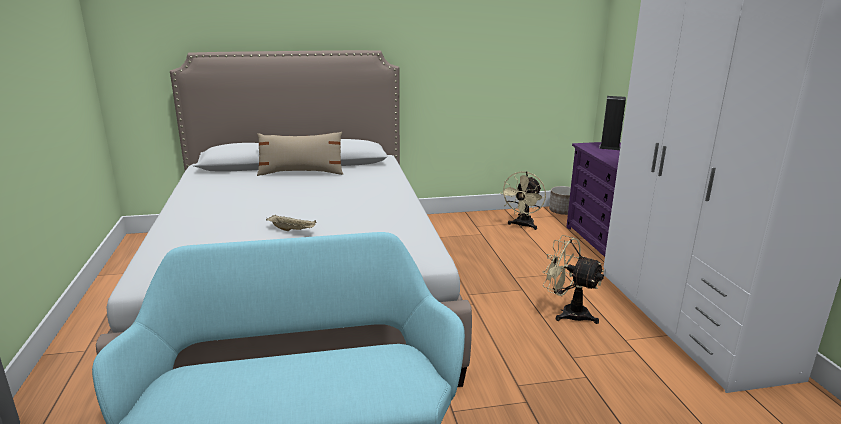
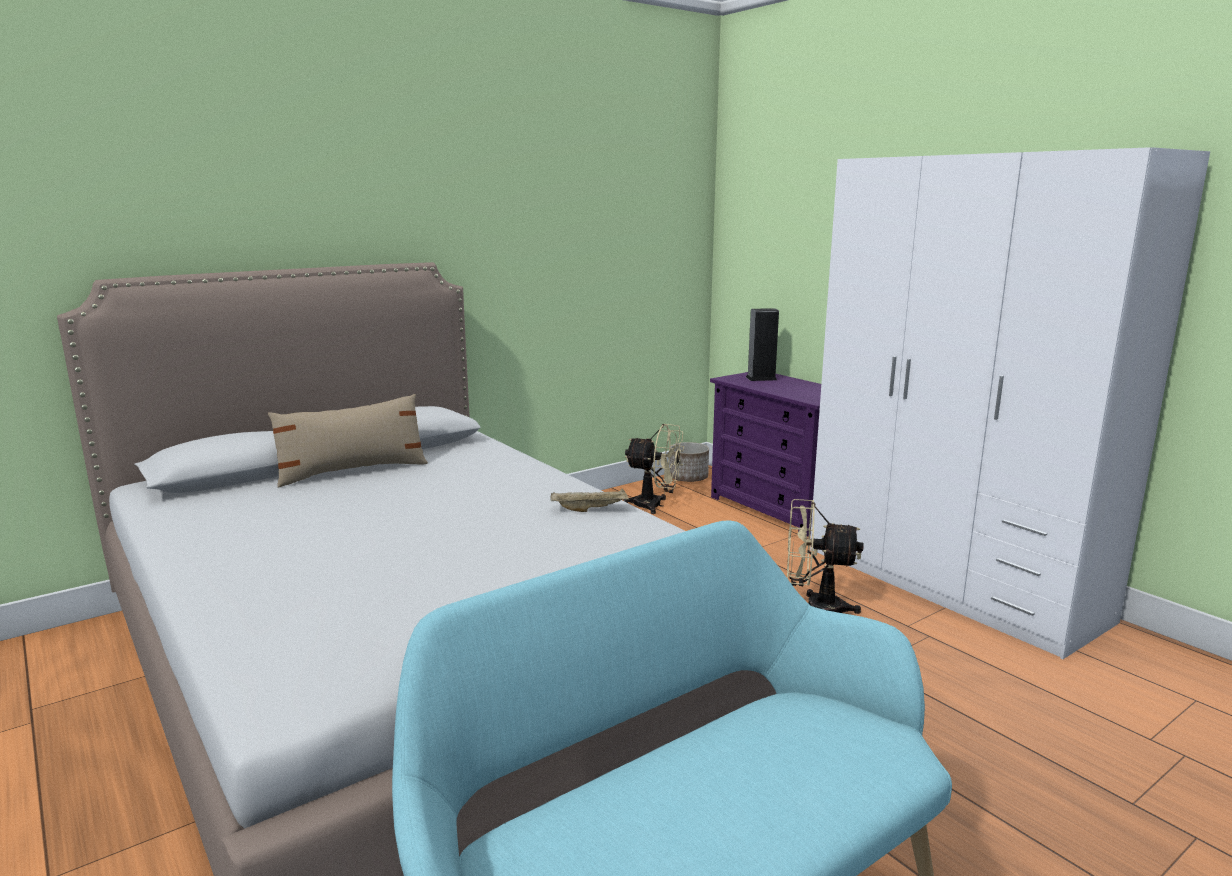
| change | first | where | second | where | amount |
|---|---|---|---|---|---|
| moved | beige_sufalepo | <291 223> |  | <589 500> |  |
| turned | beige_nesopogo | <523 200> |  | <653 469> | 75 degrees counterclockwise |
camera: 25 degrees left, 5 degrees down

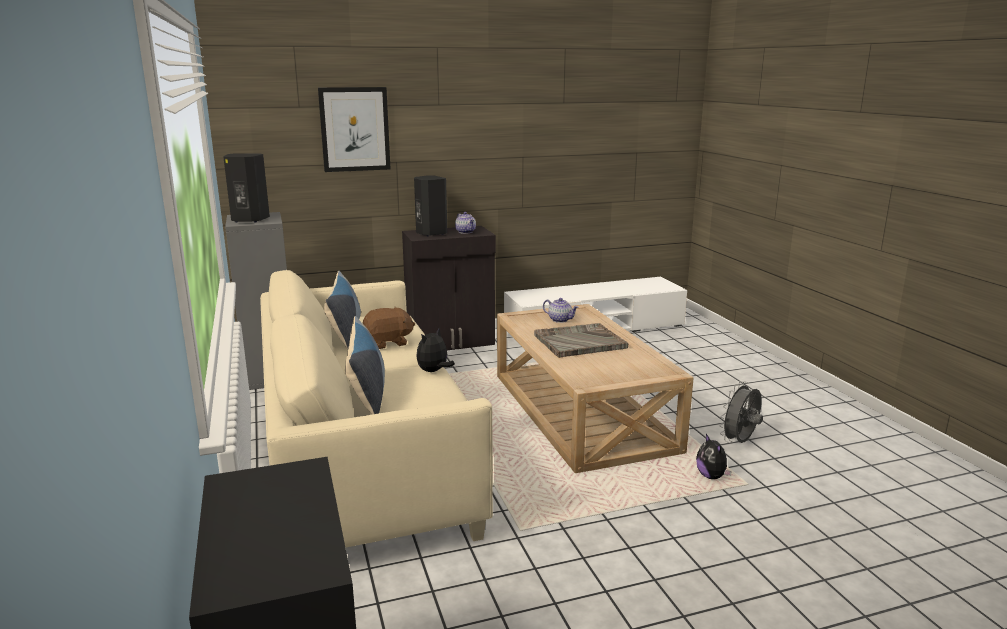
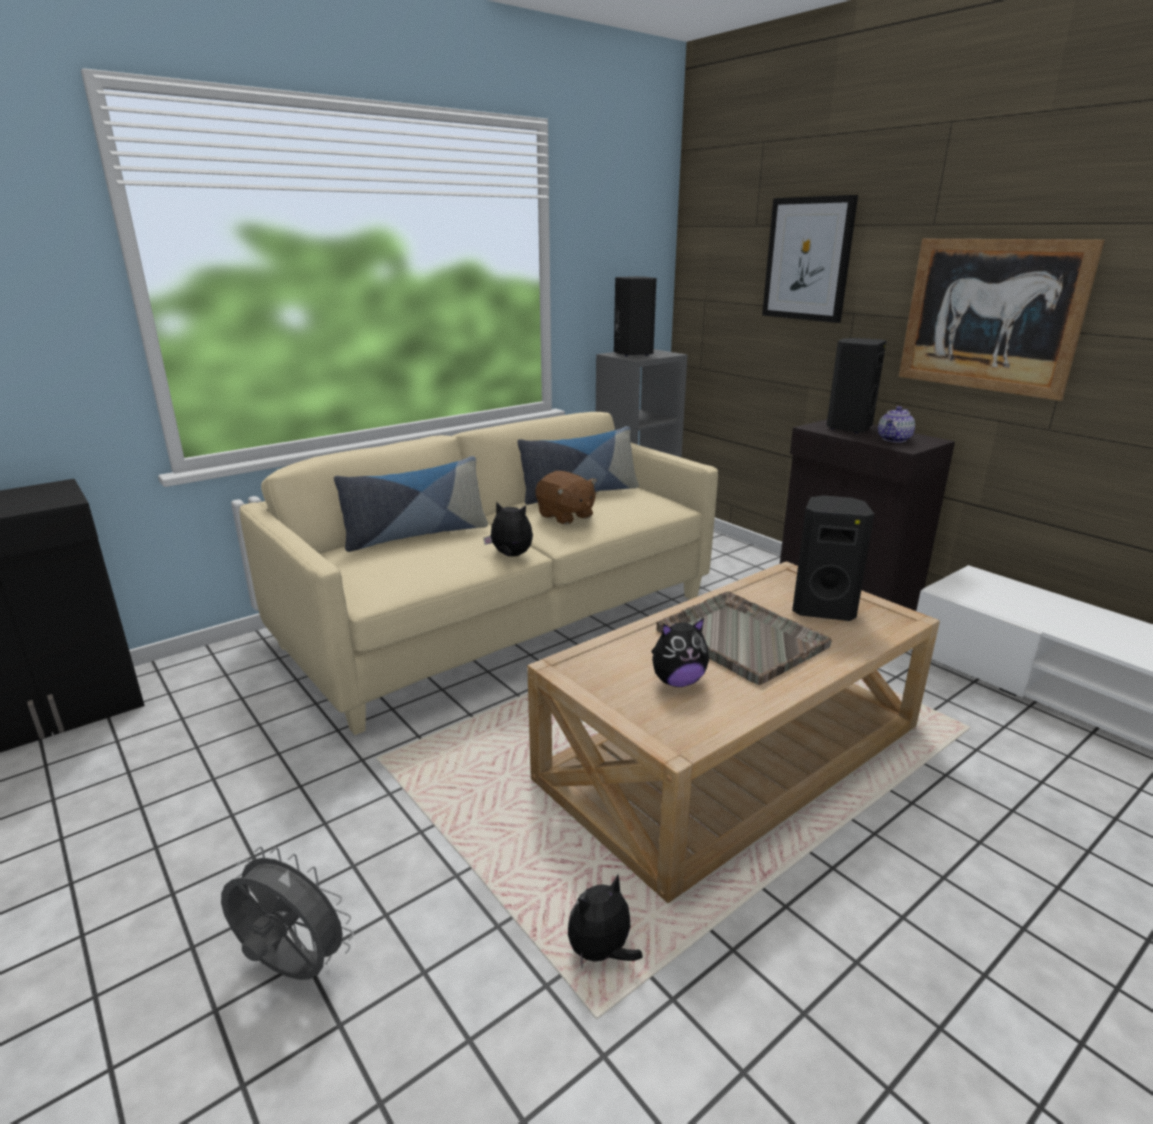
| change | first | where | second | where | amount |
|---|---|---|---|---|---|
| added |  |  | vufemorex | <680 652> |  |
| added |  |  | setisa | <1001 320> |  |
| moved | grey_nesopogo | <741 412> |  | <287 913> |  |
| replaced | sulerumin | <560 310> | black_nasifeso | <833 558> |  |
camera: 70 degrees right, 5 degrees up

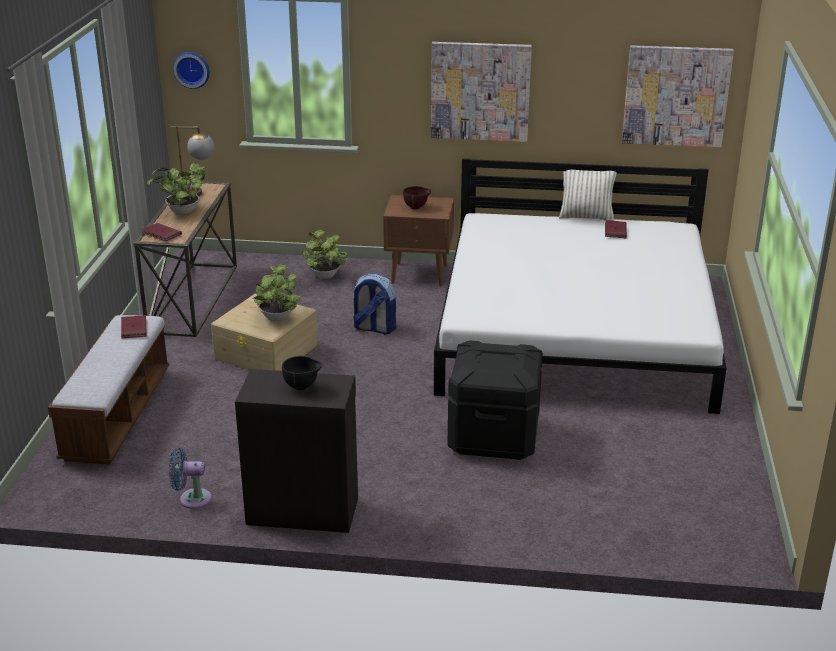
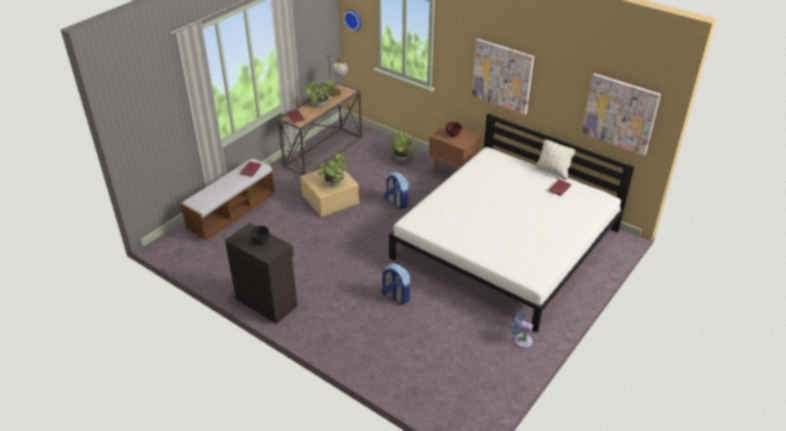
| change | first | where | second | where | amount |
|---|---|---|---|---|---|
| moved | blue_nesopogo | <190 478> |  | <522 330> |  |
| replaced | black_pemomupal | <495 400> | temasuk | <395 283> |  |
camera: 30 degrees right, 10 degrees up

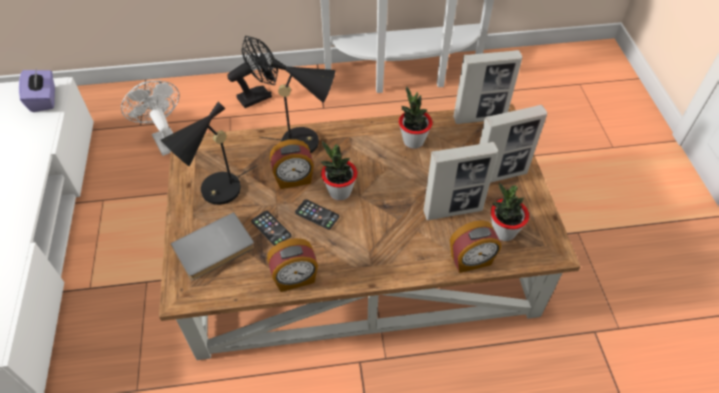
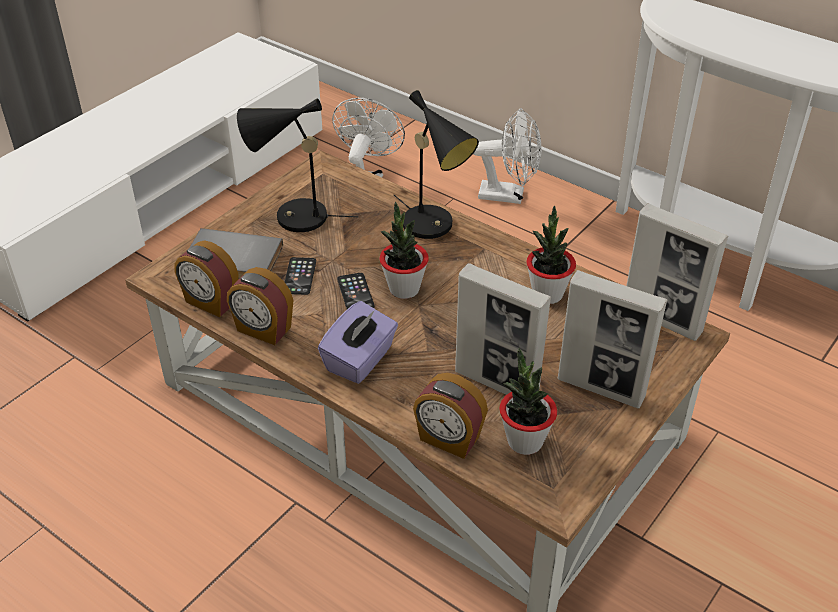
| change | first | where | second | where | amount |
|---|---|---|---|---|---|
| moved | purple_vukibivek | <37 89> |  | <358 342> |  |
| moved | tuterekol | <292 164> |  | <206 278> |  |
| recoloured | black_nesopogo | <252 72> | white_nesopogo | <507 156> |  |
camera: 45 degrees right, 10 degrees down

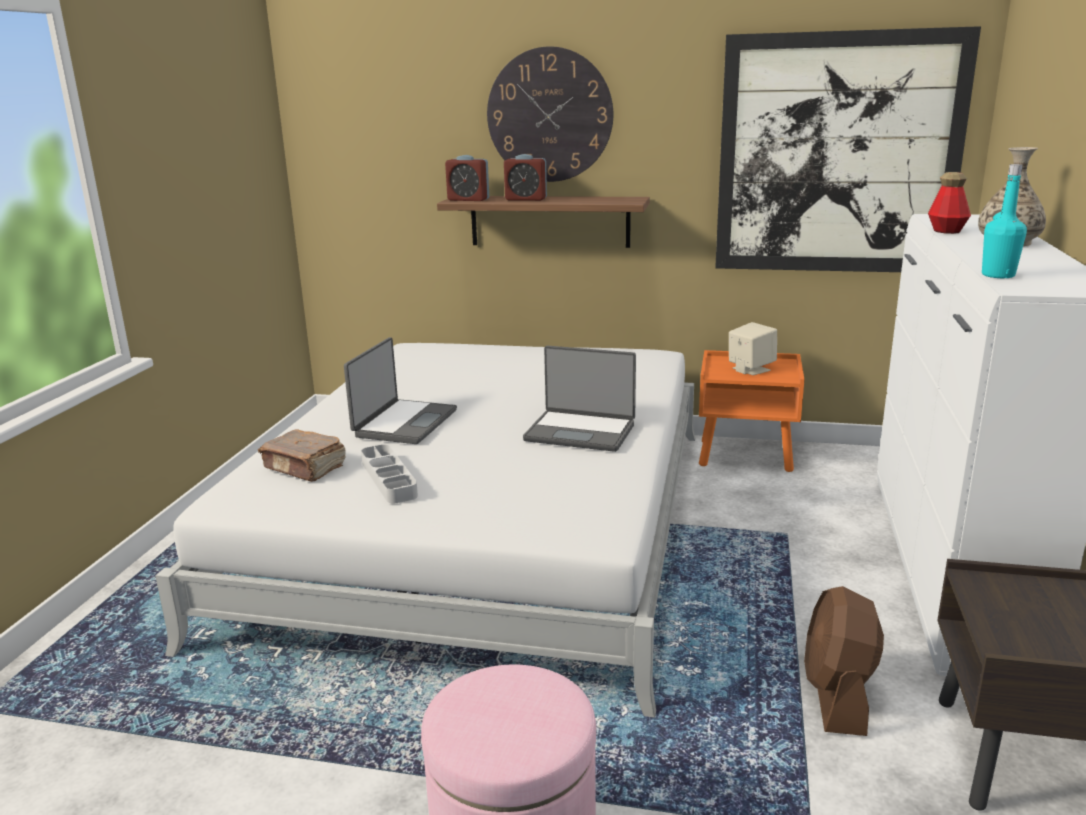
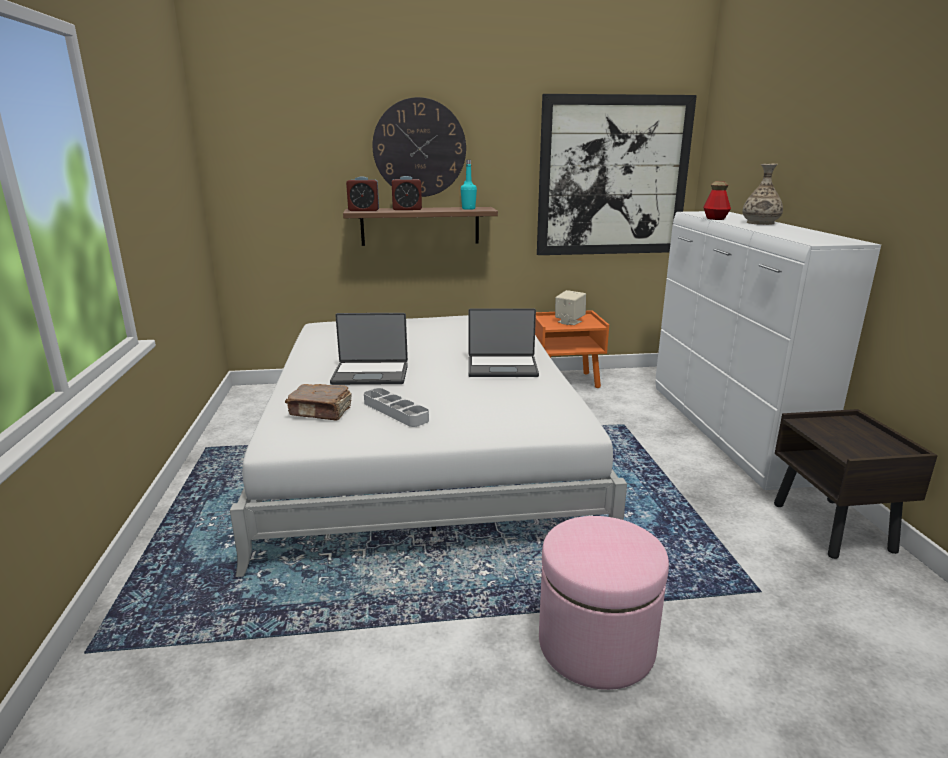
| change | first | where | second | where | amount |
|---|---|---|---|---|---|
| removed | brown_nesopogo | <844 661> |  |  |  |
| moved | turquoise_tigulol | <1004 221> |  | <469 185> |  |
| turned | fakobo | <400 390> |  | <369 349> | 90 degrees clockwise |
camera: 20 degrees left, 0 degrees up

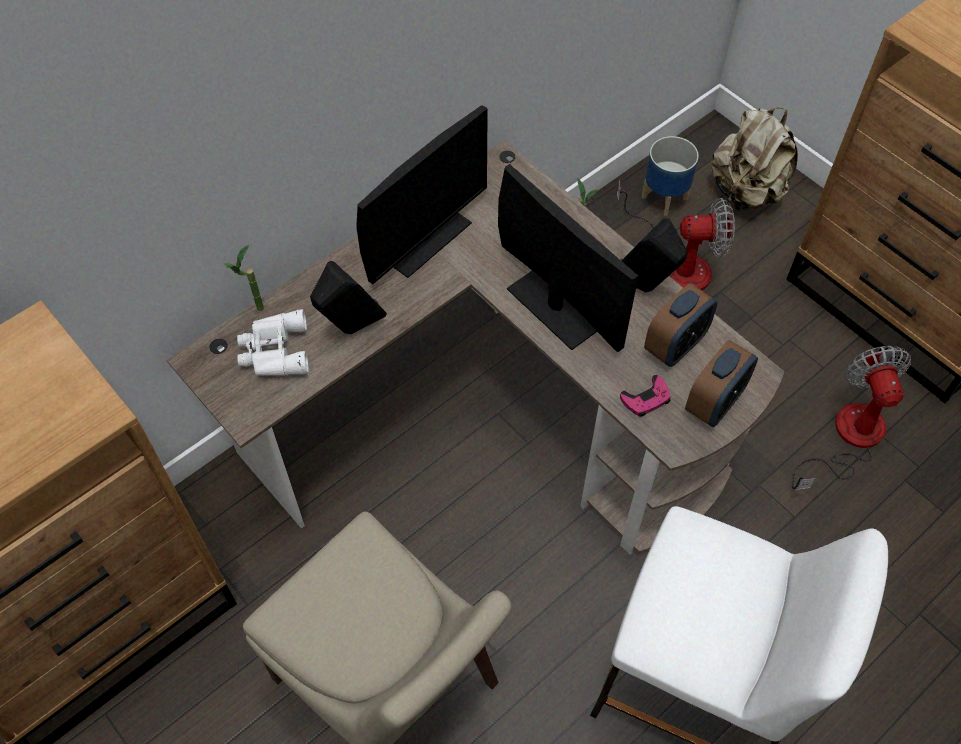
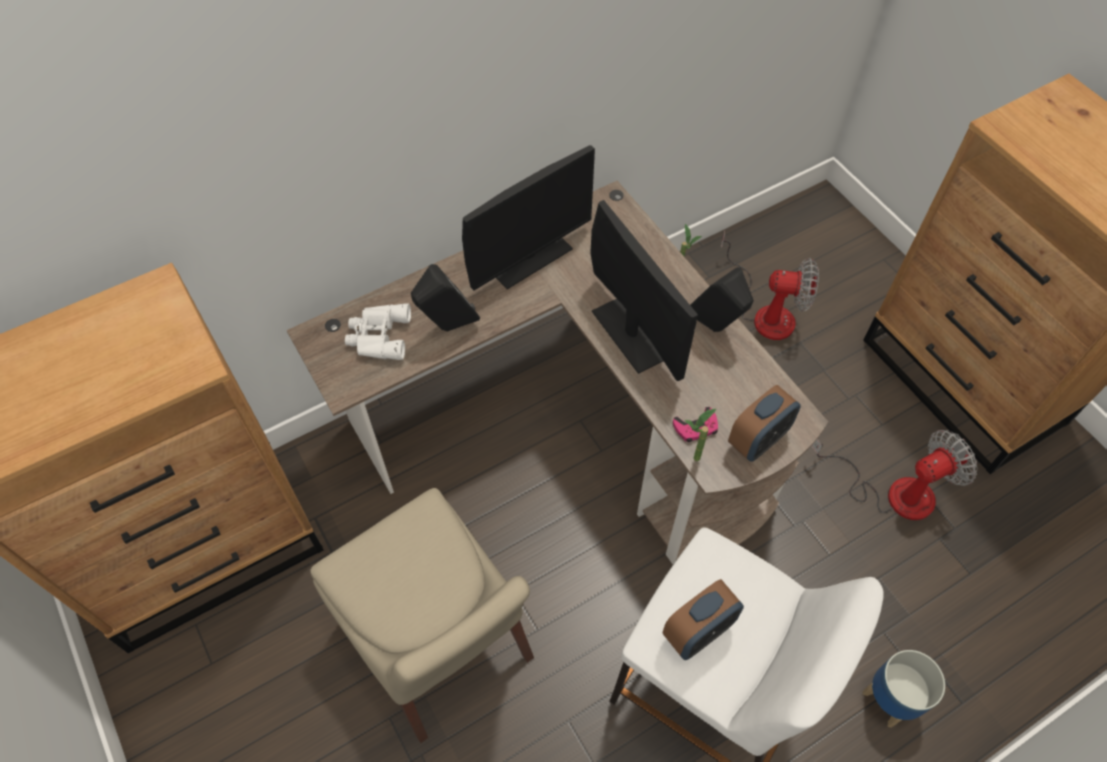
| change | first | where | second | where | amount |
|---|---|---|---|---|---|
| removed | beige_temasuk | <754 159> |  |  |  |
| moved | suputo | <244 278> |  | <700 435> |  |
| moved | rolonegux | <670 176> |  | <904 689> |  |
| moved | tuterekol | <680 325> |  | <703 619> |  |
| turned | nesopogo | <851 417> |  | <895 475> | 60 degrees clockwise |
camera: 10 degrees right, 0 degrees up

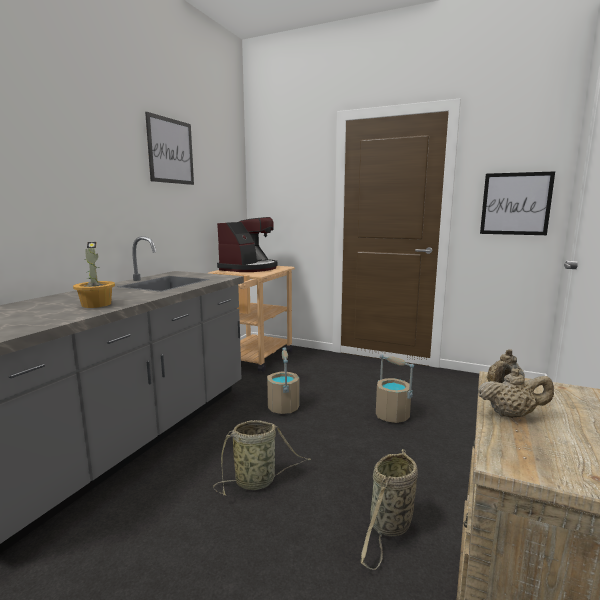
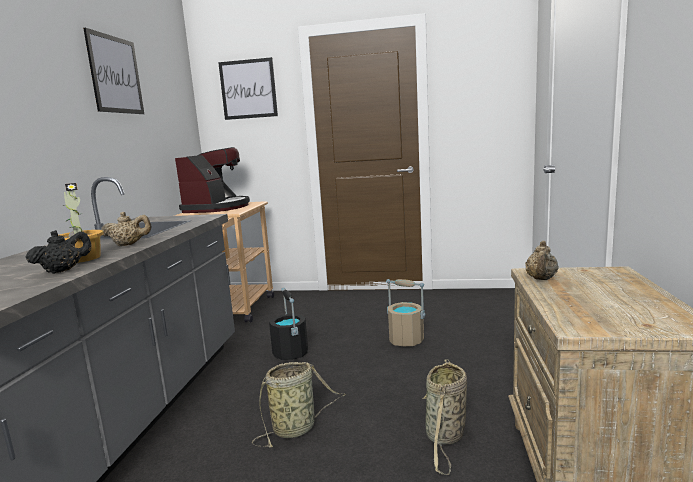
| change | first | where | second | where | amount |
|---|---|---|---|---|---|
| added |  |  | black_sulerumin | <59 252> |  |
| moved | beige_sulerumin | <516 393> |  | <125 229> |  |
| moved | setisa | <517 203> |  | <248 88> |  |
| recoloured | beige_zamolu | <283 380> | black_zamolu | <288 324> |  |
camera: 15 degrees left, 0 degrees up

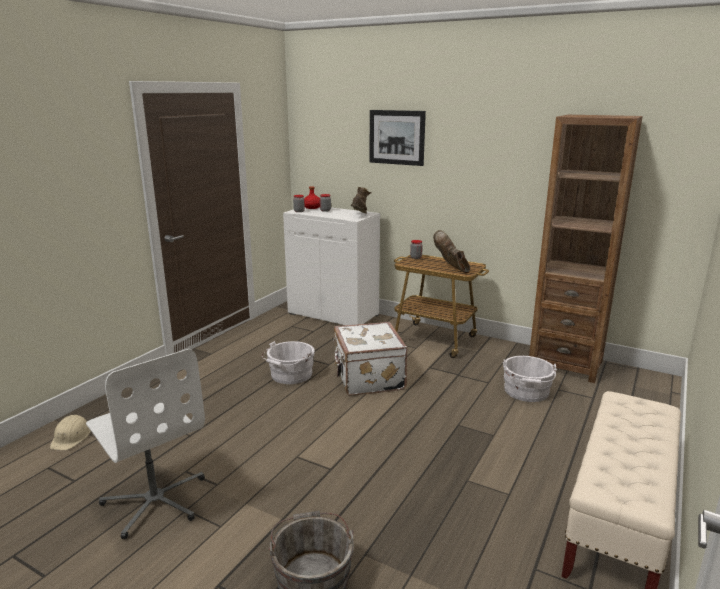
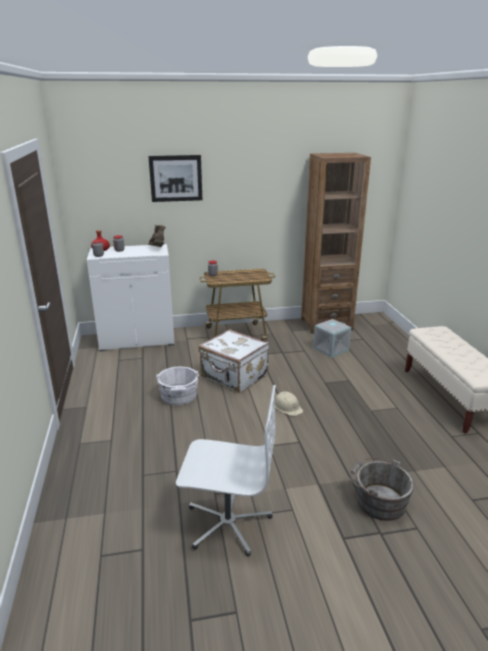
| change | first | where | second | where | amount |
|---|---|---|---|---|---|
| removed | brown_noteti | <451 252> |  |  |  |
| moved | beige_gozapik | <70 432> |  | <289 403> |  |
| replaced | white_zamolu | <530 379> | grey_pemomupal | <332 338> |  |
camera: 40 degrees left, 5 degrees up

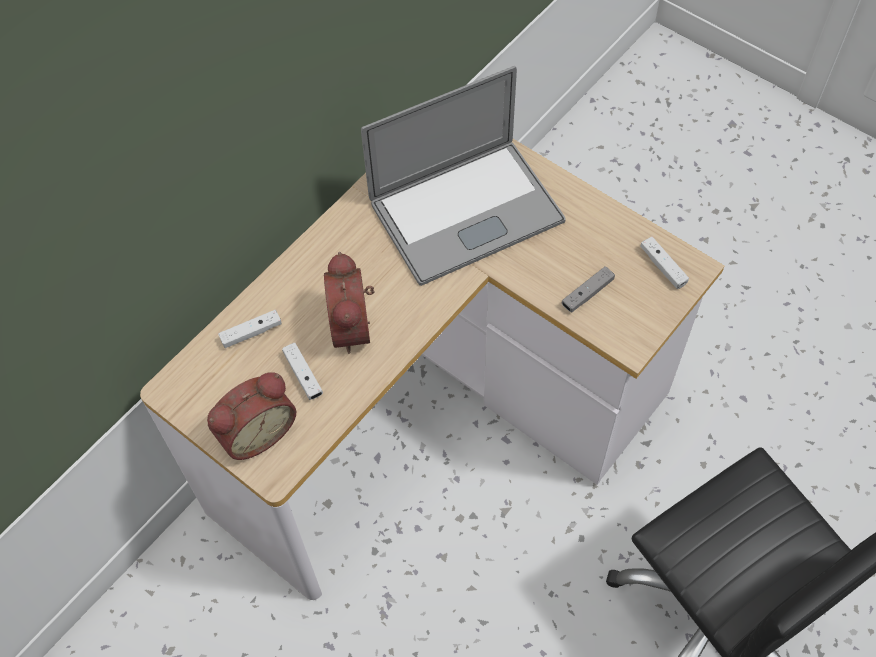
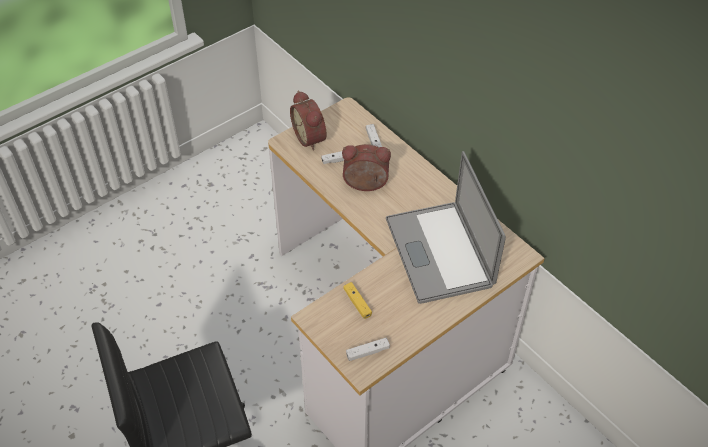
| change | first | where | second | where | amount |
|---|---|---|---|---|---|
| recoloured | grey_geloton | <588 289> | yellow_geloton | <357 300> |  |
camera: 100 degrees right, 10 degrees down

